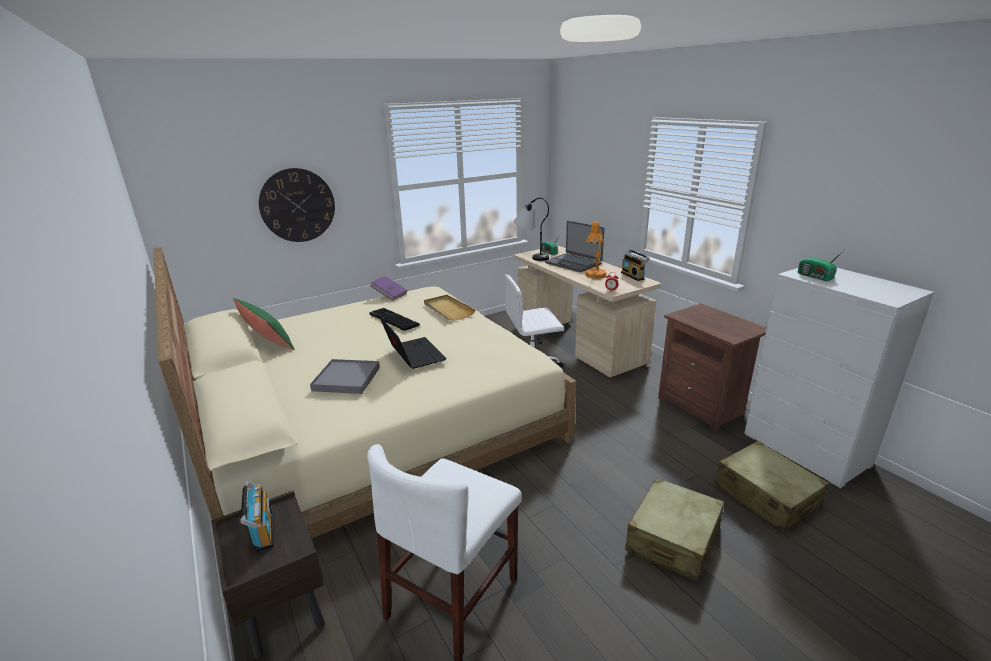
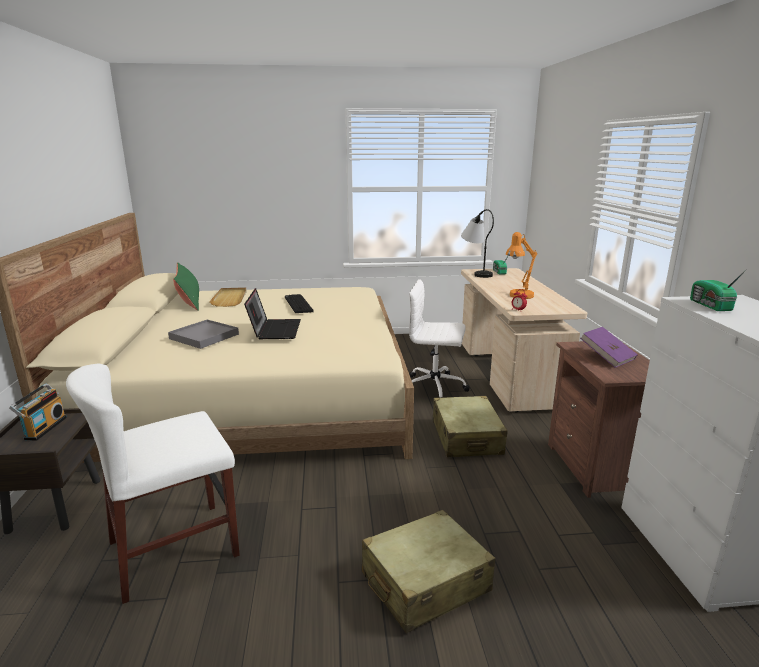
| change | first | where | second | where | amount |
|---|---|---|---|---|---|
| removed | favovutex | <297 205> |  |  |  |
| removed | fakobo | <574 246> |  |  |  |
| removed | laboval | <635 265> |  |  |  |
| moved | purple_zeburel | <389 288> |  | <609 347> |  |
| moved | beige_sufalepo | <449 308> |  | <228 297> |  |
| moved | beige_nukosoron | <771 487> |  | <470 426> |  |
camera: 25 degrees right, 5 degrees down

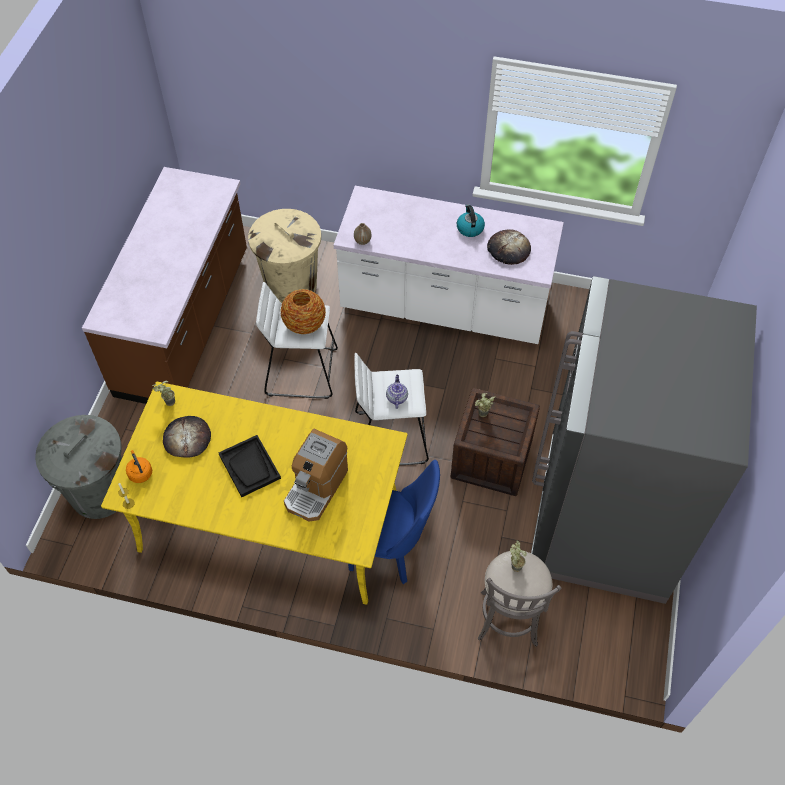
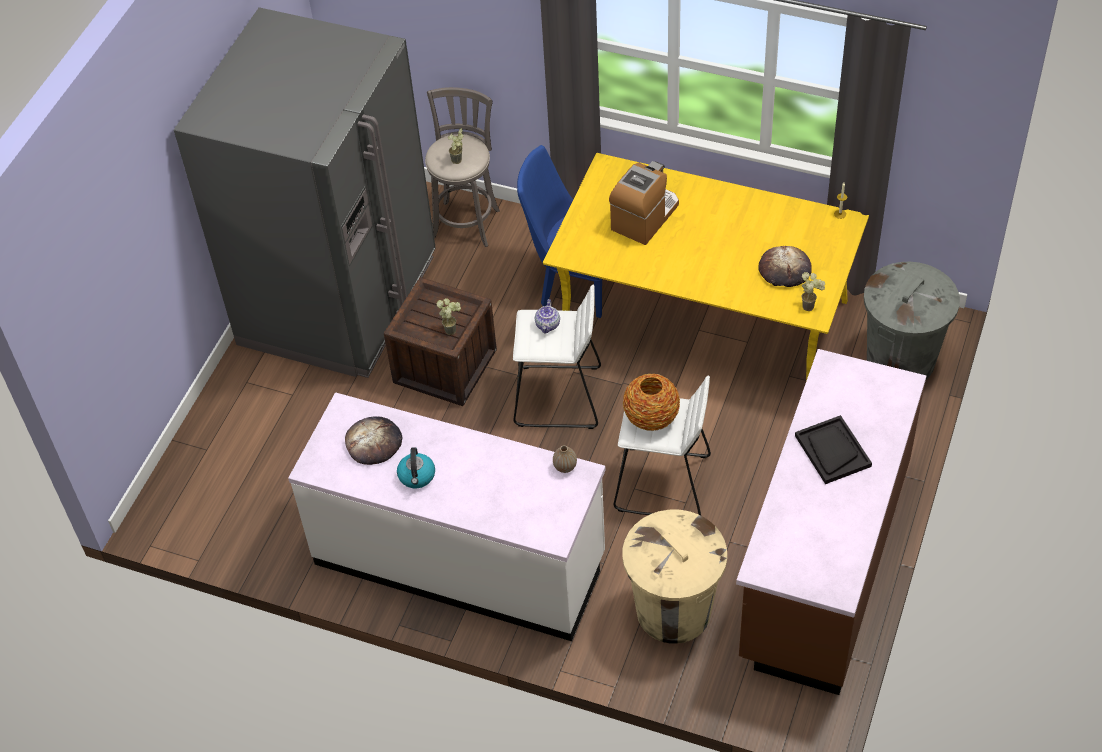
| change | first | where | second | where | amount |
|---|---|---|---|---|---|
| removed | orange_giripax | <139 466> |  |  |  |
| moved | black_sufalepo | <250 466> |  | <833 449> |  |
camera: 170 degrees left, 5 degrees down

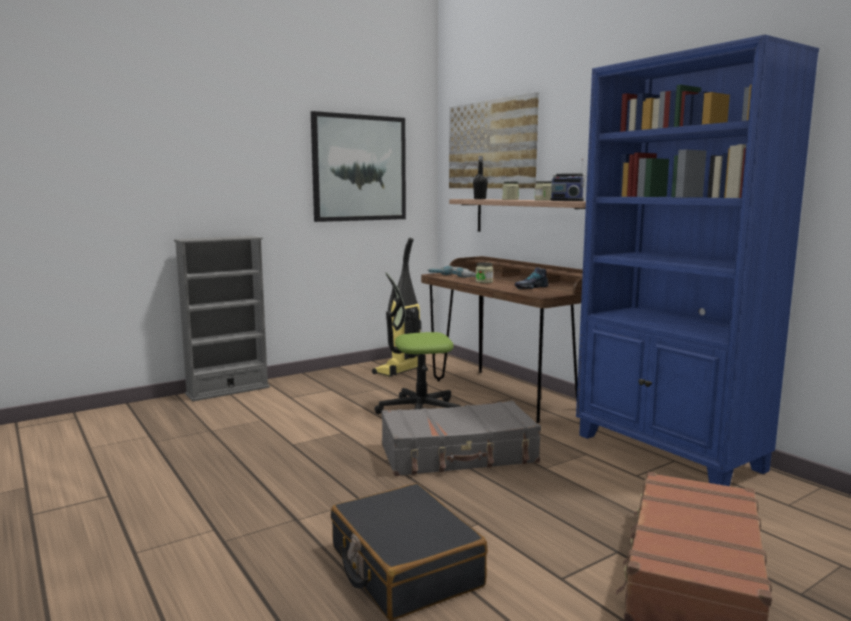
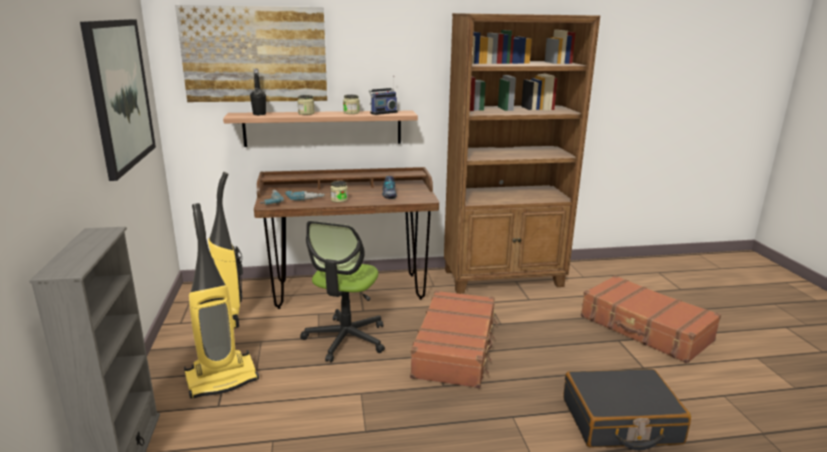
| change | first | where | second | where | amount |
|---|---|---|---|---|---|
| added |  |  | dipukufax | <221 301> |  |
| recoloured | grey_nukosoron | <461 438> | brown_nukosoron | <454 339> |  |
| recoloured | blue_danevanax | <697 260> | brown_danevanax | <522 153> |  |
camera: 65 degrees left, 10 degrees up

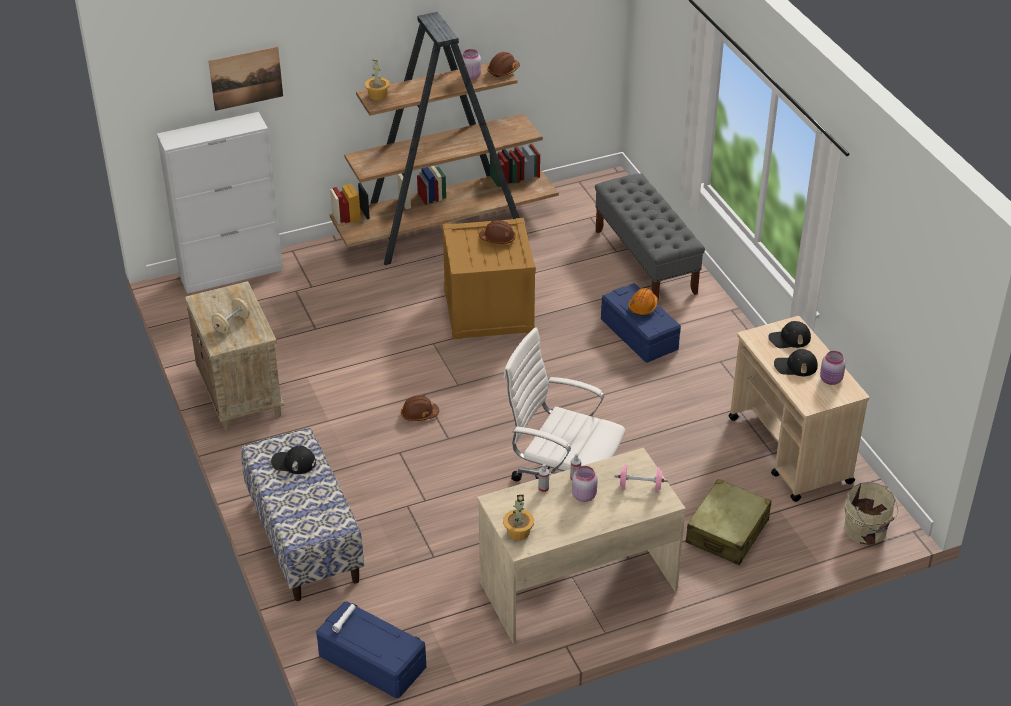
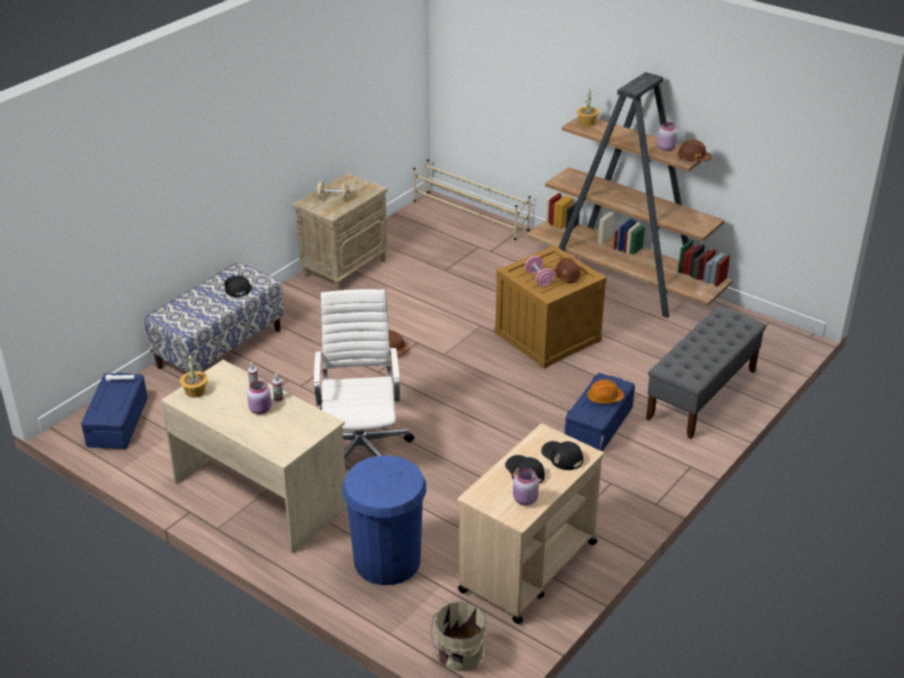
| change | first | where | second | where | amount |
|---|---|---|---|---|---|
| removed | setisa | <245 78> |  |  |  |
| moved | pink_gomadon | <641 478> |  | <540 271> |  |
| replaced | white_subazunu | <220 203> | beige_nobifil | <472 199> |  |
| replaced | beige_nukosoron | <728 522> | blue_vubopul | <384 520> |  |
camera: 60 degrees right, 5 degrees down

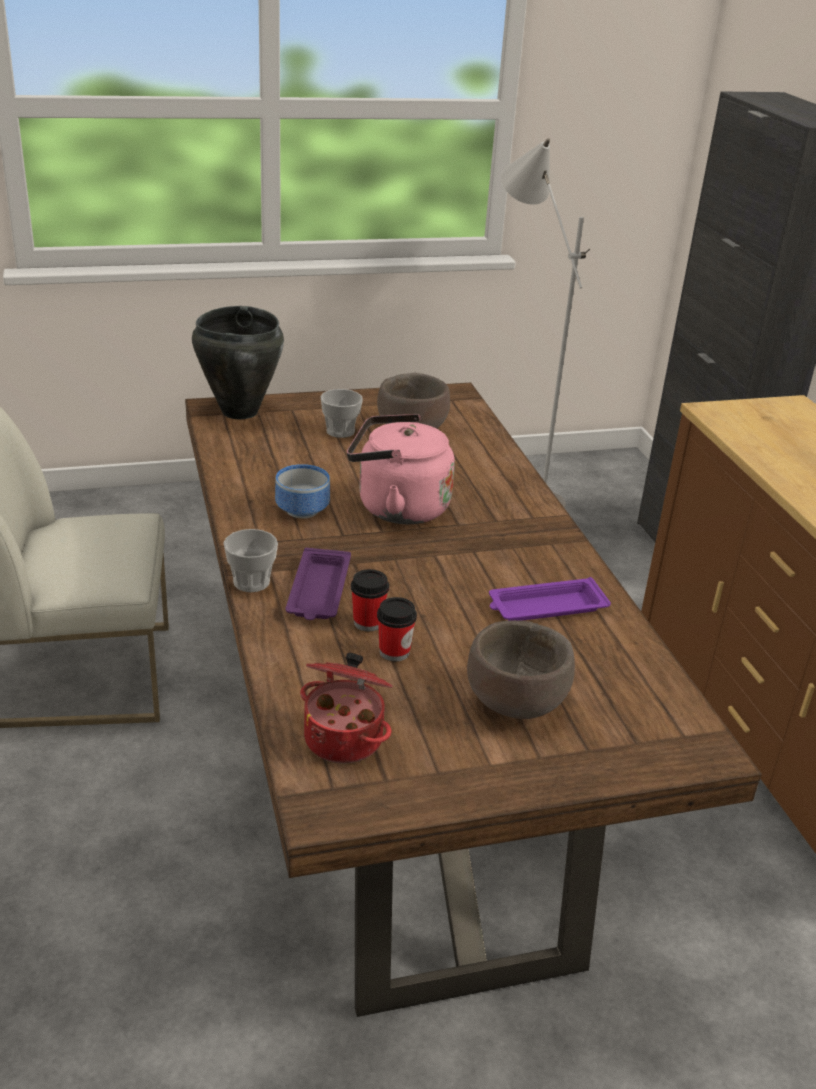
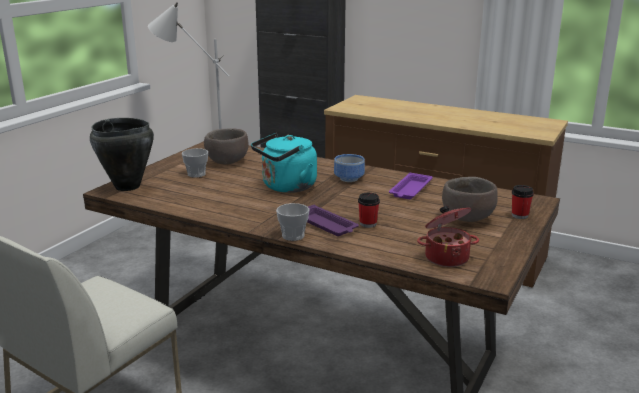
| change | first | where | second | where | amount |
|---|---|---|---|---|---|
| moved | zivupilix | <302 491> |  | <349 168> |  |
| moved | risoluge | <397 629> |  | <523 202> |  |
| recoloured | pink_giripax | <401 469> | turquoise_giripax | <284 163> |  |
camera: 45 degrees left, 10 degrees down

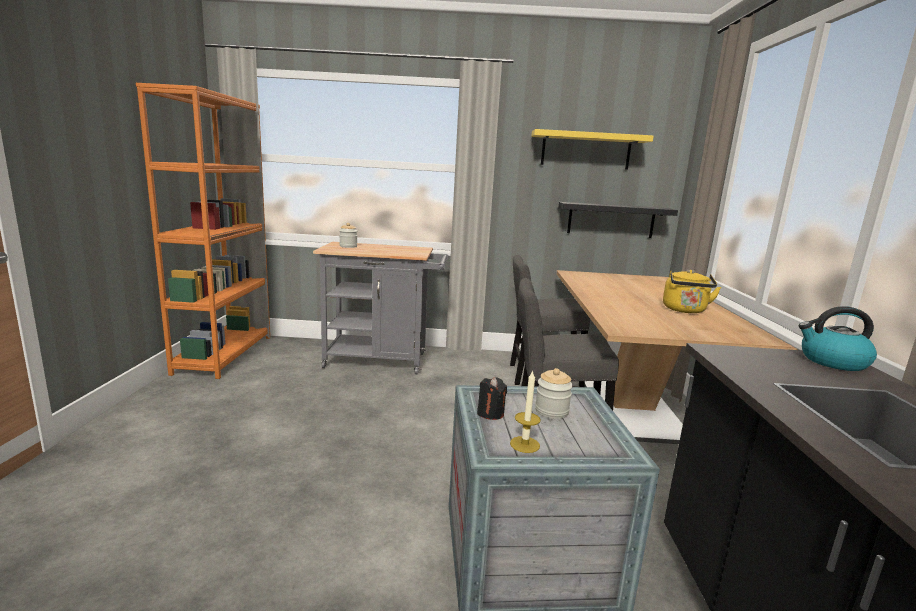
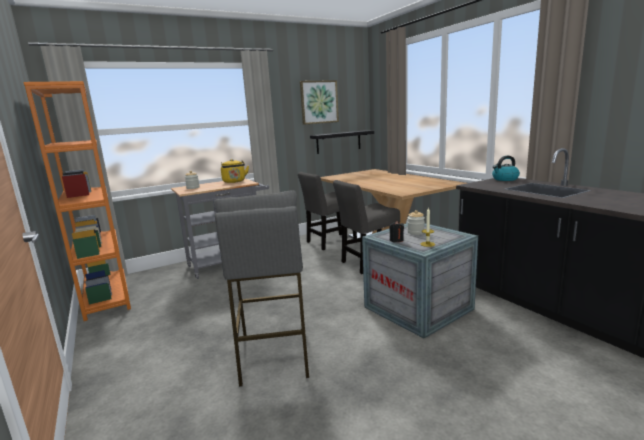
| change | first | where | second | where | amount |
|---|---|---|---|---|---|
| added |  |  | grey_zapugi | <261 288> |  |
| moved | yellow_giripax | <692 291> |  | <235 171> |  |
| replaced | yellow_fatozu | <592 149> | setisa | <319 102> |  |
camera: 30 degrees left, 0 degrees up

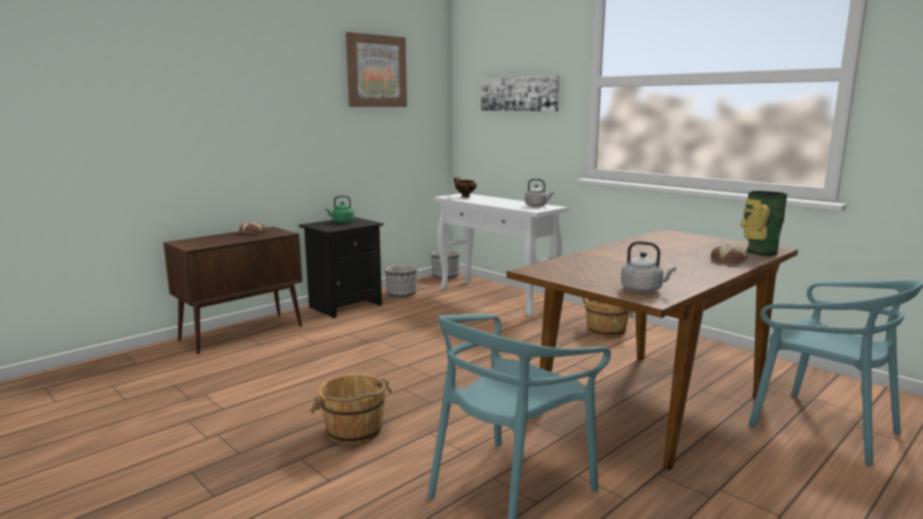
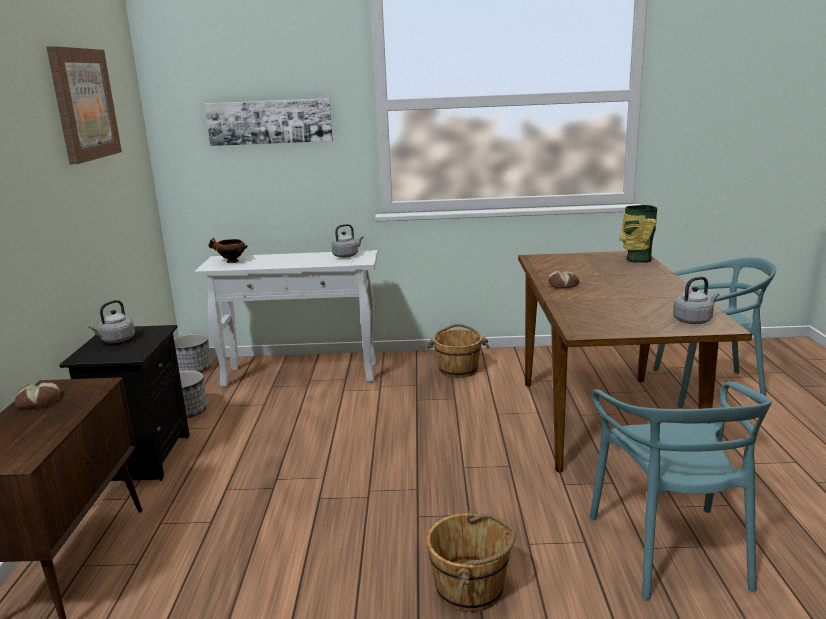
| change | first | where | second | where | amount |
|---|---|---|---|---|---|
| moved | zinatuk | <729 254> |  | <563 279> |  |
| recoloured | green_giripax | <339 209> | grey_giripax | <112 321> |  |
camera: 45 degrees left, 5 degrees up

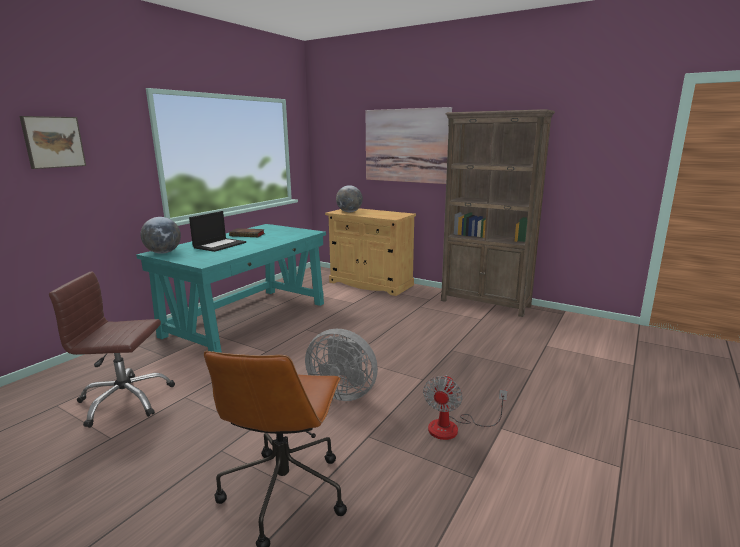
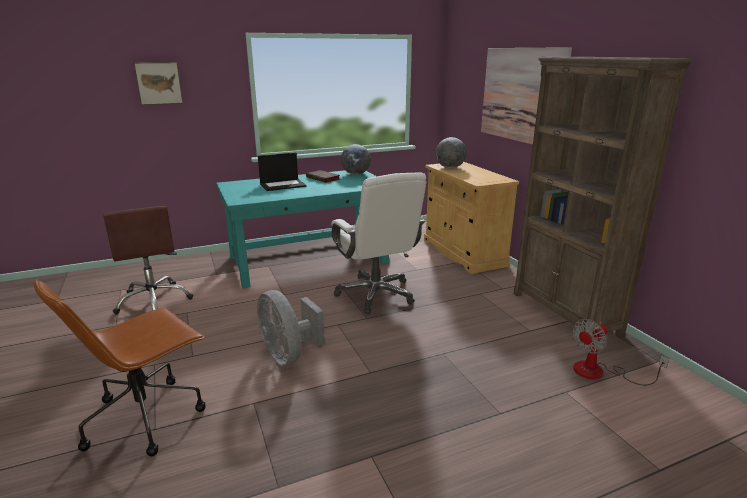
| change | first | where | second | where | amount |
|---|---|---|---|---|---|
| added |  |  | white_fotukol | <378 243> |  |
| moved | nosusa | <161 235> |  | <356 159> |  |
| moved | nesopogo | <465 407> |  | <620 352> |  |
| turned | brown_fotukol | <112 349> |  | <148 260> | 150 degrees counterclockwise |
camera: 35 degrees right, 5 degrees up

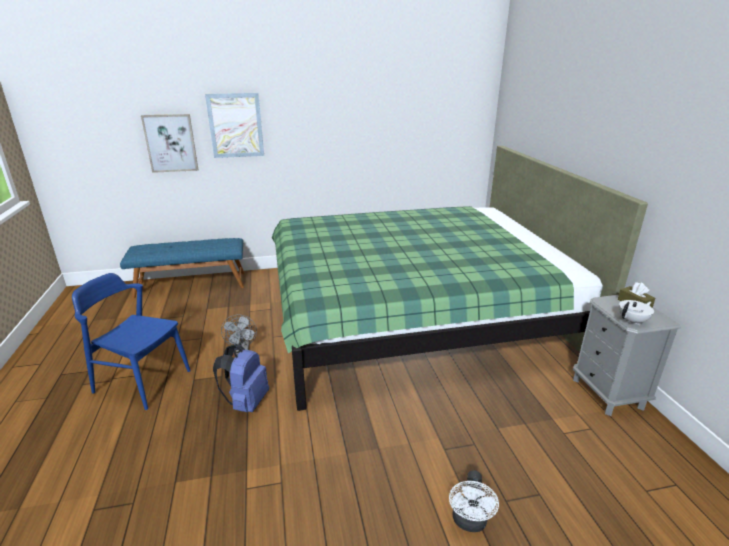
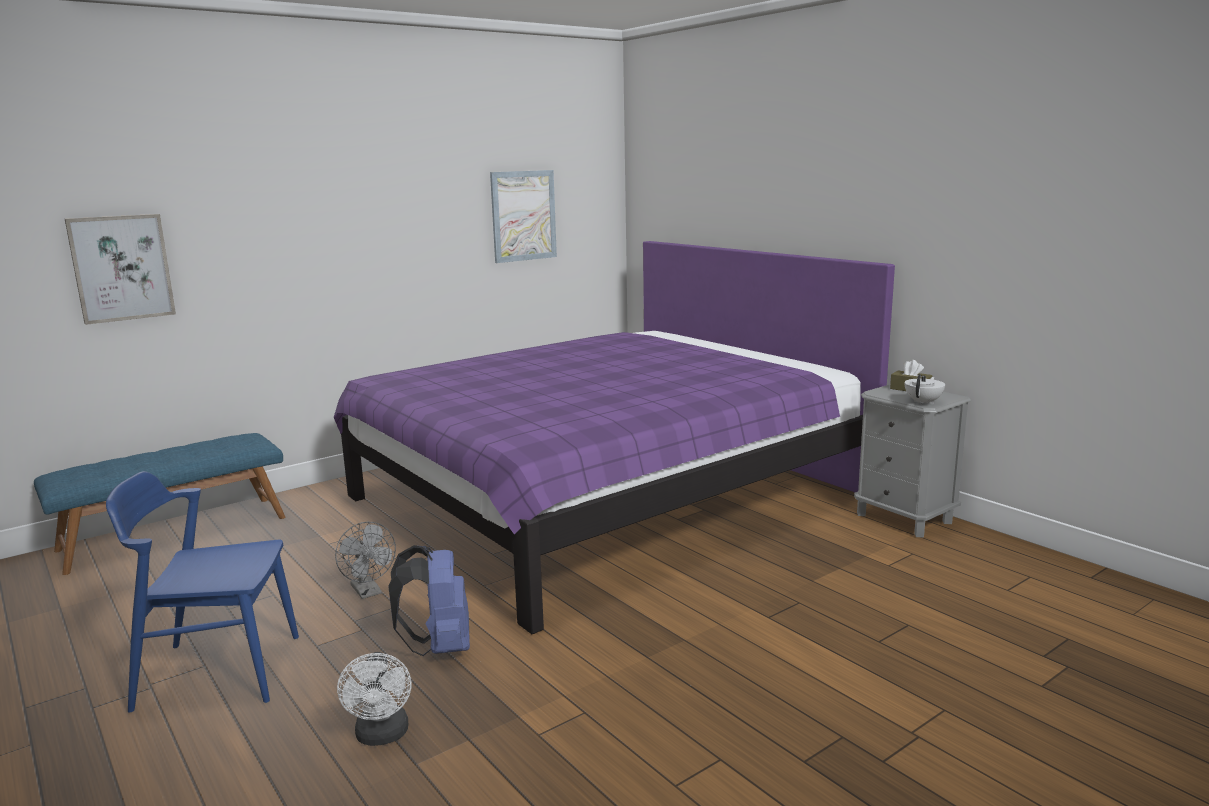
| change | first | where | second | where | amount |
|---|---|---|---|---|---|
| moved | setisa | <234 125> |  | <523 216> |  |
| moved | white_nesopogo | <474 501> |  | <374 699> |  |
| recoloured | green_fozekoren | <460 278> | purple_fozekoren | <614 437> |  |
camera: 25 degrees left, 10 degrees down

